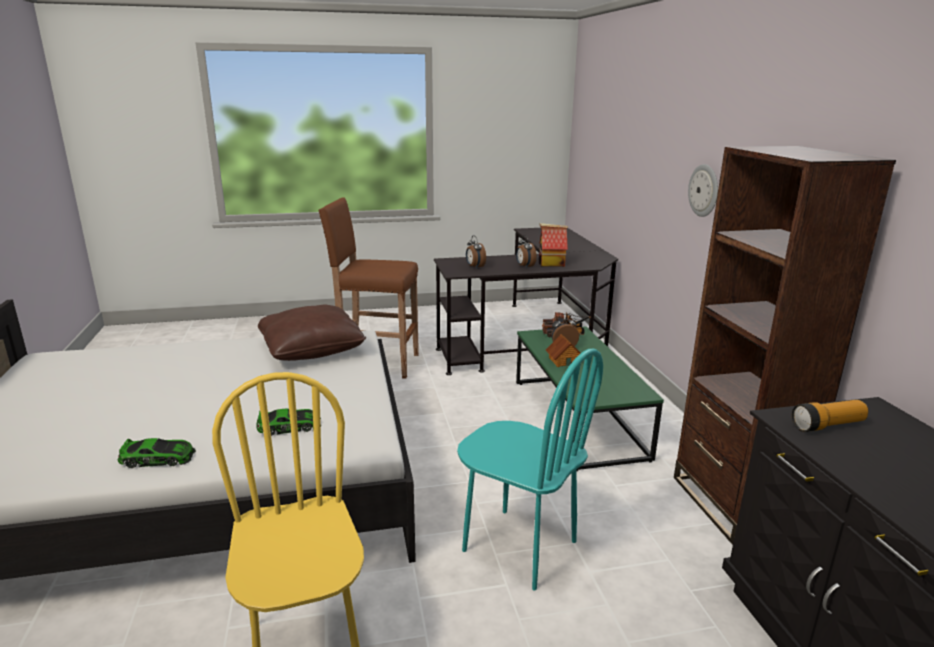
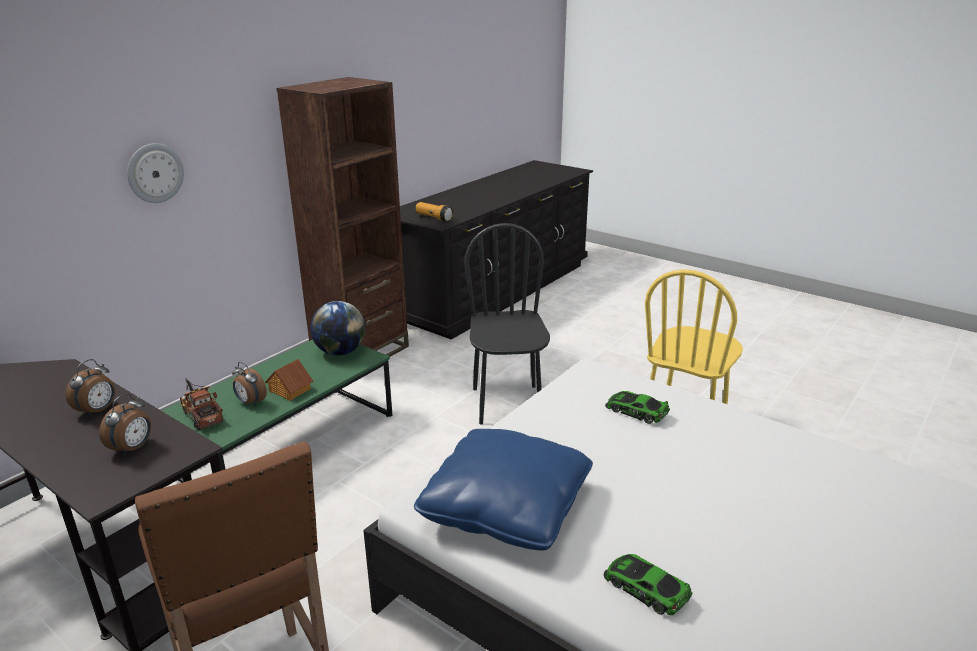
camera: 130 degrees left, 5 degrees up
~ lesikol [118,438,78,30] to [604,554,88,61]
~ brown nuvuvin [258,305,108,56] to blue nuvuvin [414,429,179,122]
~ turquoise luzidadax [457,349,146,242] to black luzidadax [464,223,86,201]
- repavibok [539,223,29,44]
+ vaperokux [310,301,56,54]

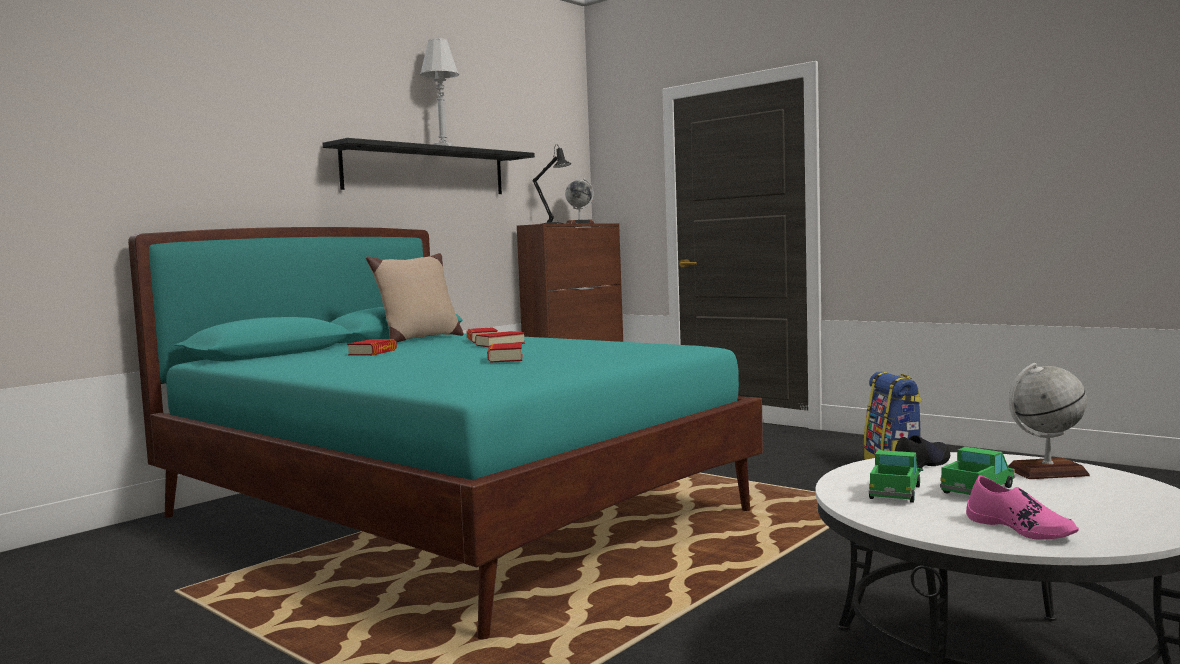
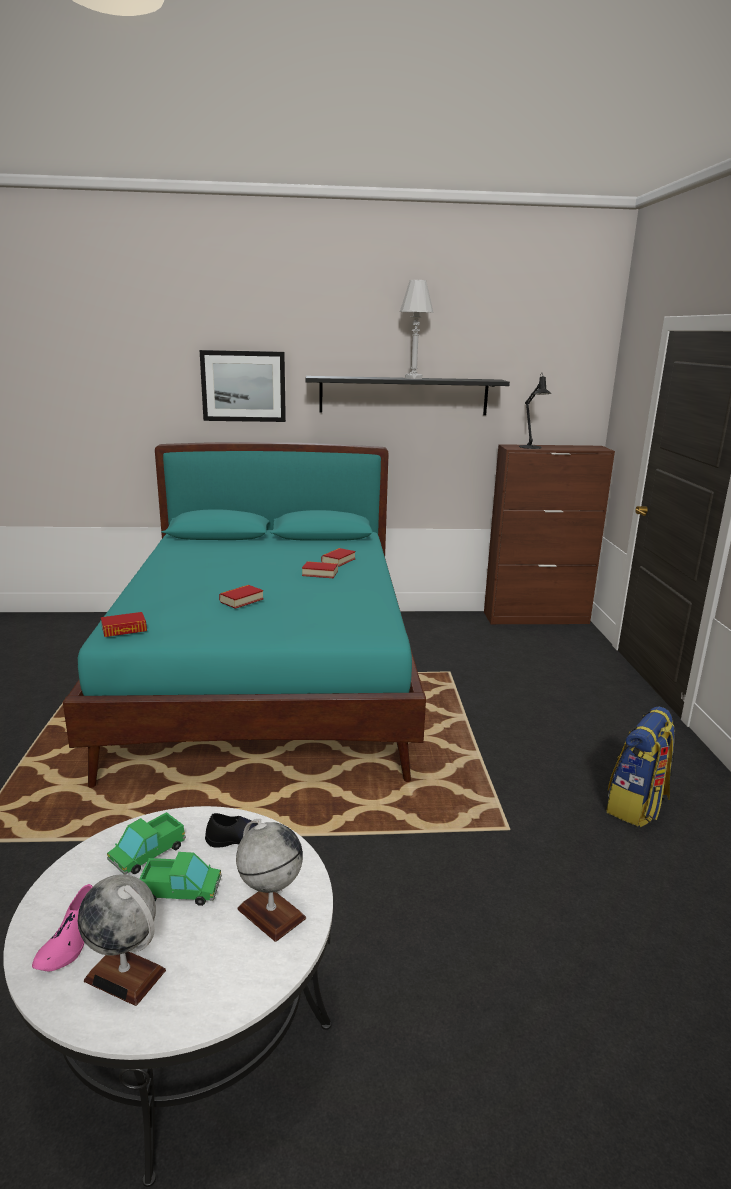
camera: 45 degrees right, 15 degrees up
~ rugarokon [347,339,50,17] to [101,612,46,25]
- beige nuvuvin [366,253,97,89]
~ vaperokux [565,178,29,46] to [78,874,88,132]
~ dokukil [869,450,54,53] = [107,812,79,63] 150 degrees clockwise
+ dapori [199,350,87,72]

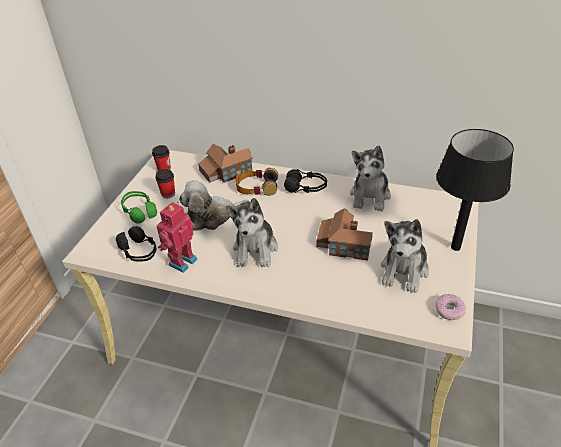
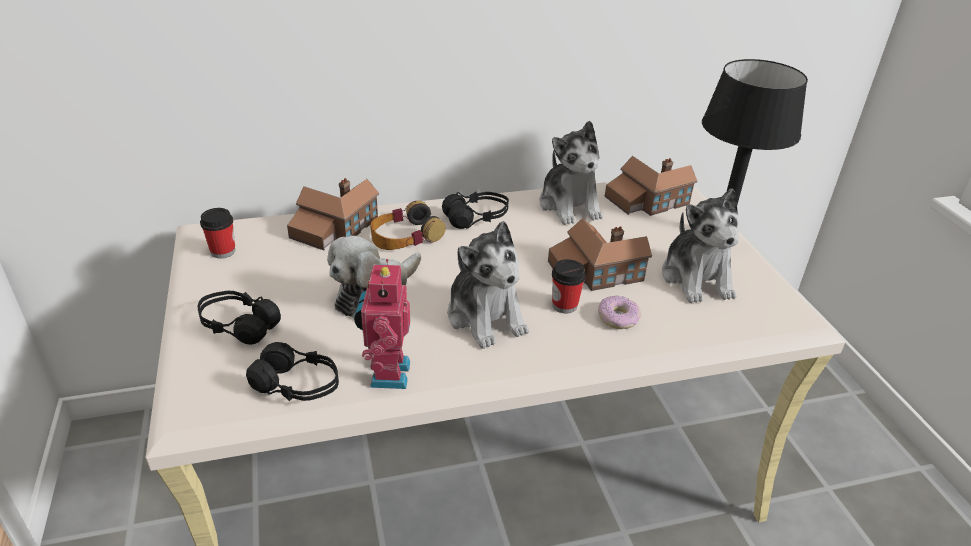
camera: 35 degrees left, 5 degrees down
~ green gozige [121,191,36,33] to black gozige [198,291,83,54]
~ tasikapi [155,169,20,29] to [552,259,34,54]
~ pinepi [436,294,30,26] to [598,296,43,33]
+ repavibok [605,156,92,60]

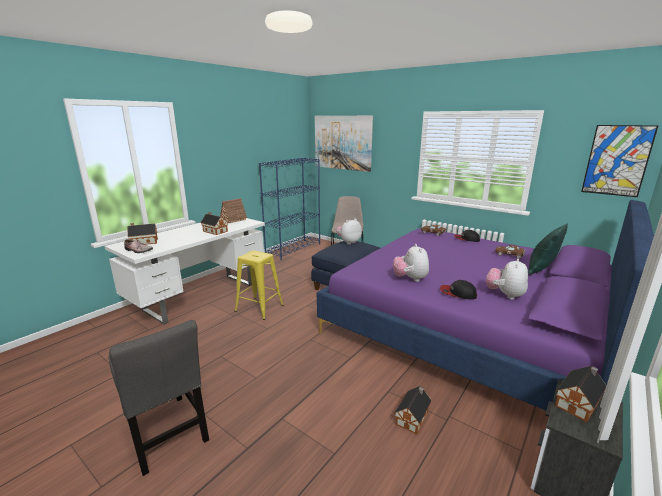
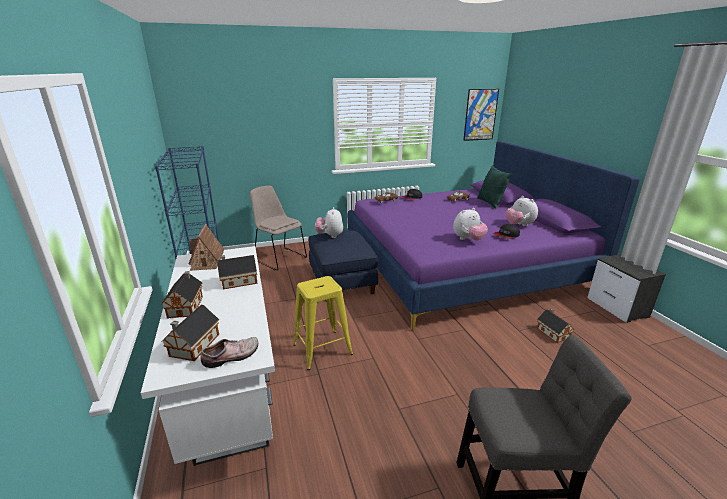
camera: 55 degrees left, 5 degrees up
- dapori [315,116,58,56]
~ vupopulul [393,244,36,38] = [453,208,35,33] 60 degrees counterclockwise
~ repavibok [555,366,52,56] to [161,271,42,47]

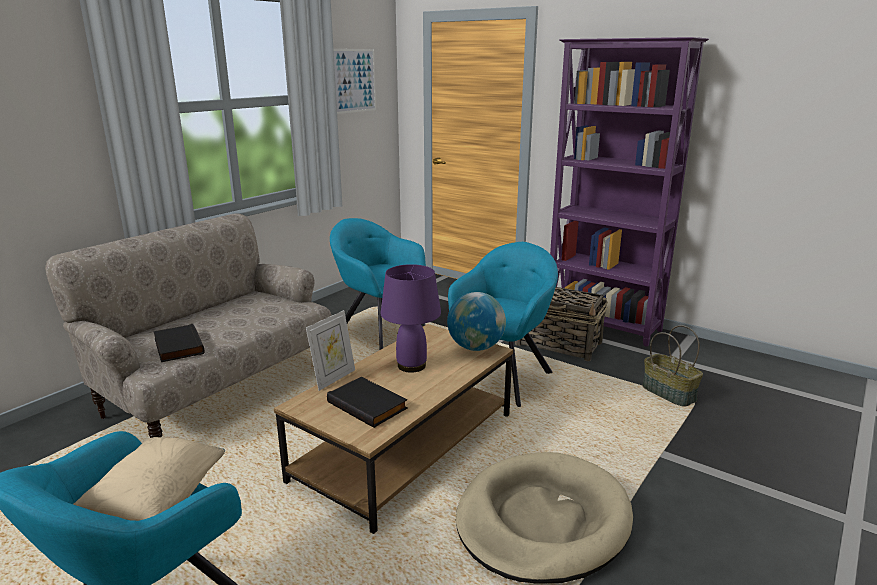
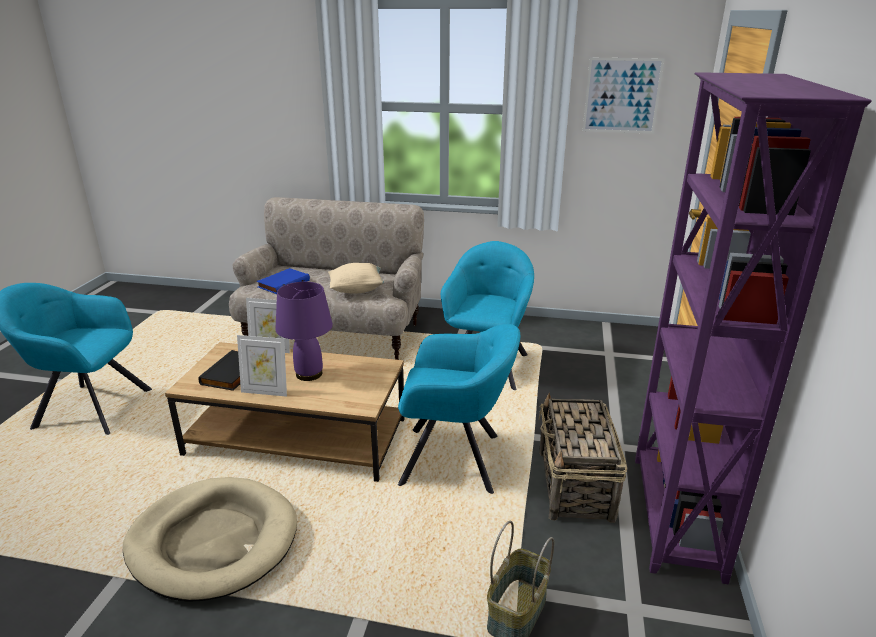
camera: 65 degrees right, 5 degrees up
~ beige nuvuvin [73,437,152,84] to [328,263,56,31]
~ black rugarokon [153,324,52,38] to blue rugarokon [257,268,53,26]
- vaperokux [447,292,59,59]
+ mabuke [237,335,50,62]

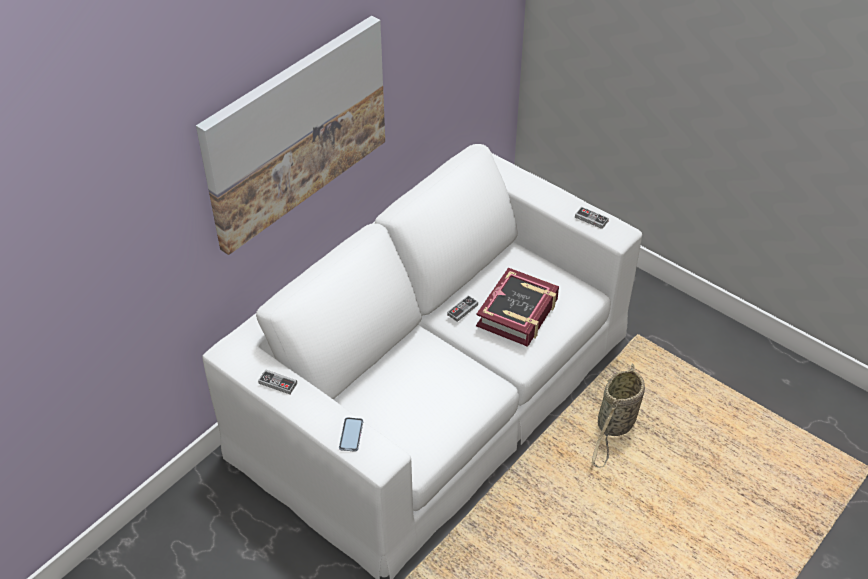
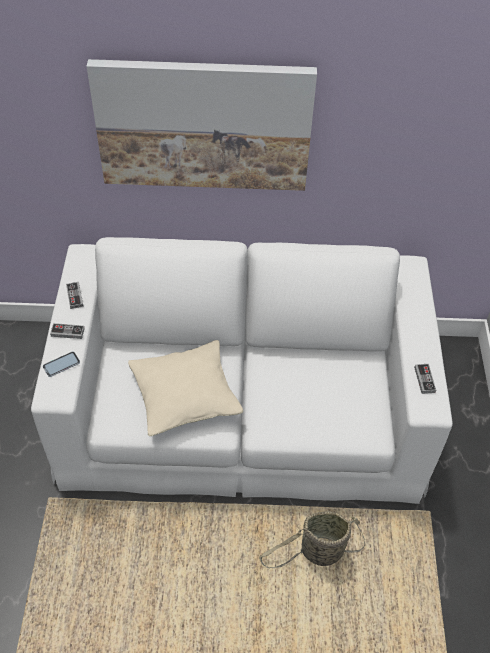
camera: 50 degrees right, 5 degrees up
~ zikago [447,295,31,27] to [50,323,35,16]
- rugarokon [476,268,83,79]
+ beige nuvuvin [128,340,115,96]

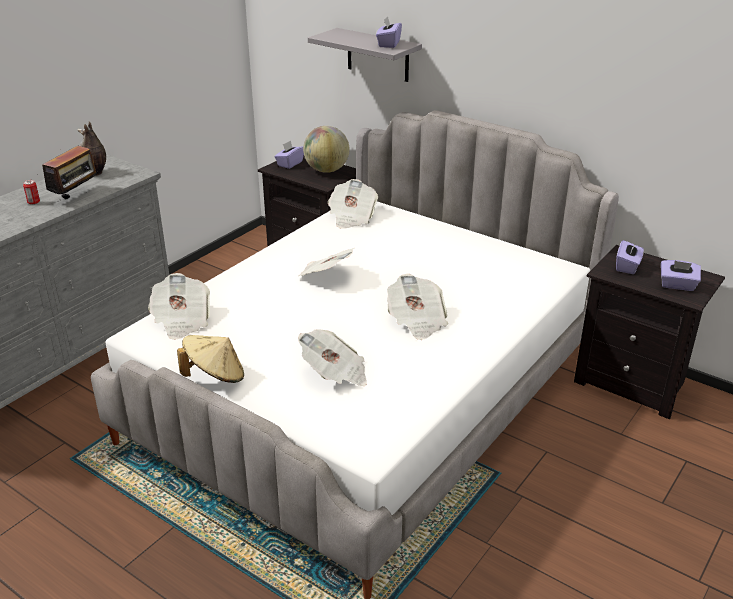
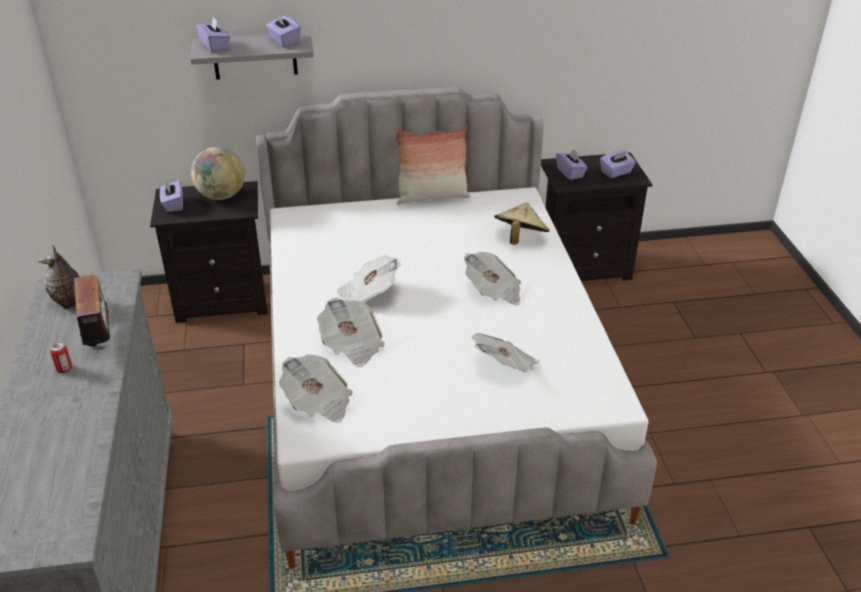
camera: 45 degrees left, 5 degrees up
~ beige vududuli [177,335,67,48] to [494,203,56,42]
~ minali [328,179,50,50] to [317,298,68,69]
+ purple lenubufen [196,17,34,36]
+ nuvuvin [397,126,73,79]

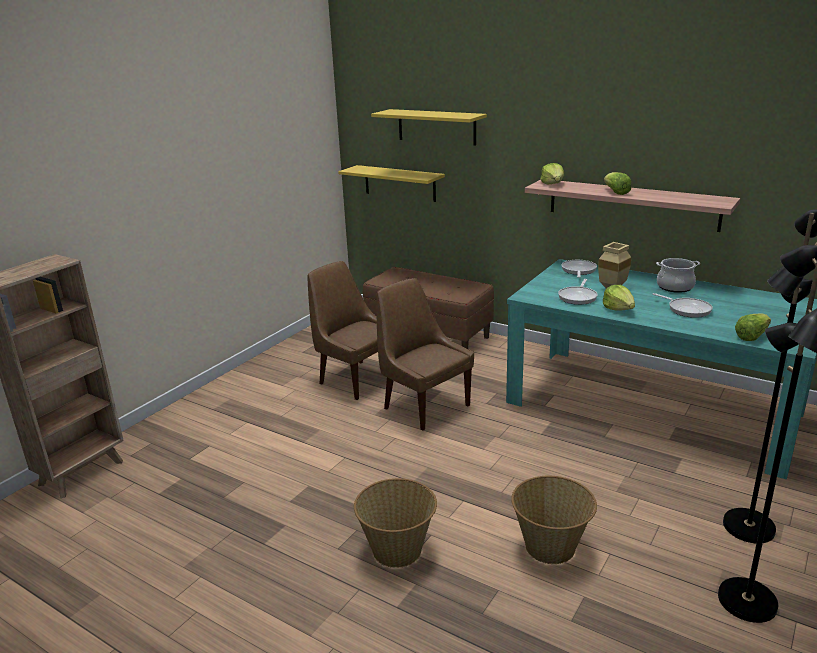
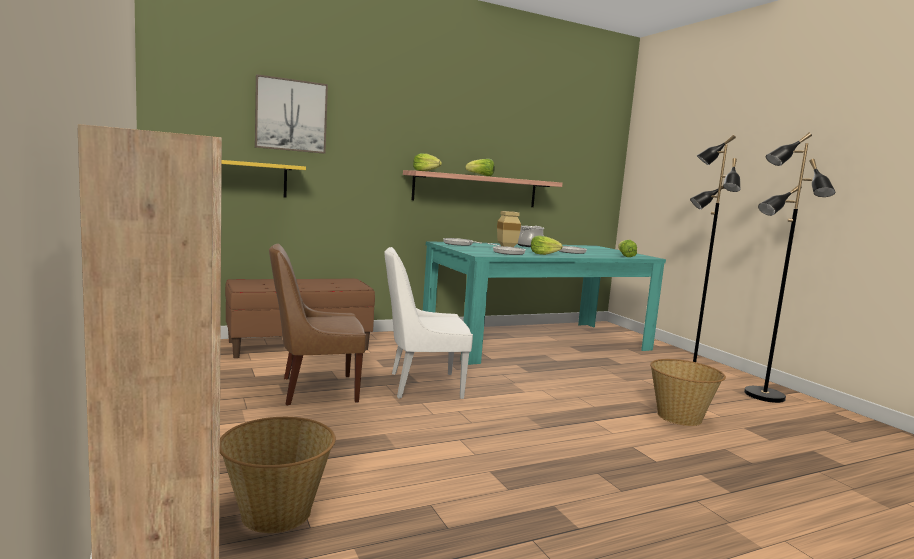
camera: 60 degrees left, 15 degrees down
~ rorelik [354,478,83,90] to [220,417,116,116]
~ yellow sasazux [371,109,116,37] to dapori [255,74,73,80]
~ brown luzidadax [376,278,98,152] to white luzidadax [384,247,89,152]

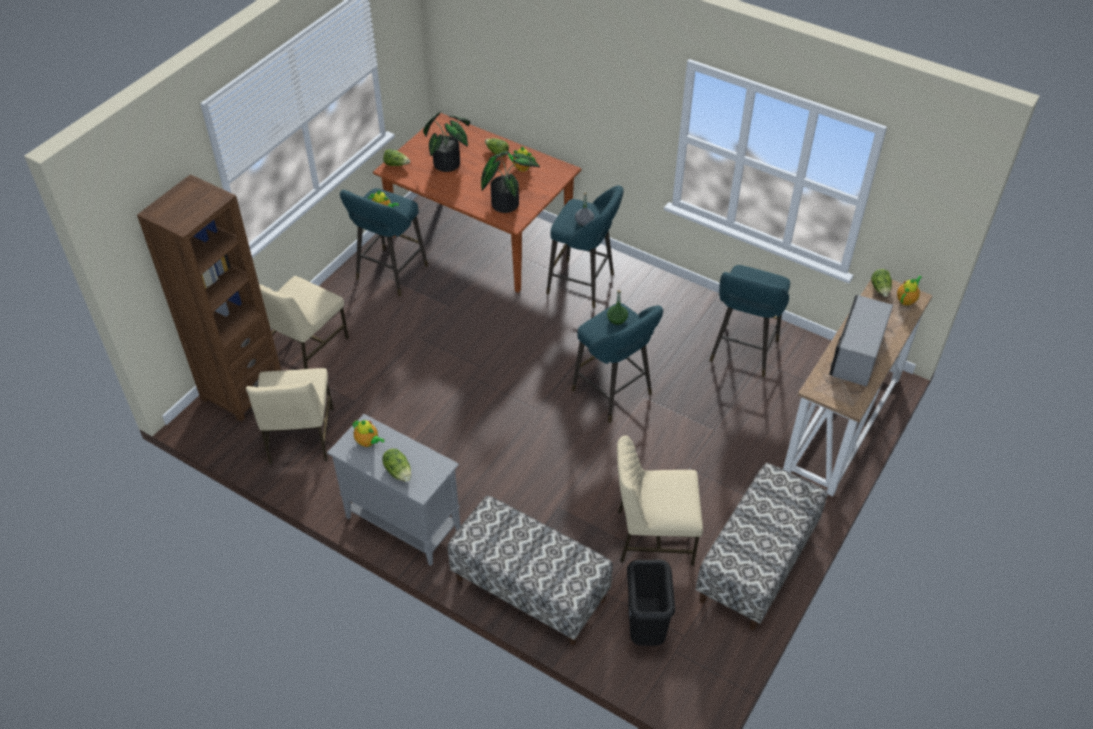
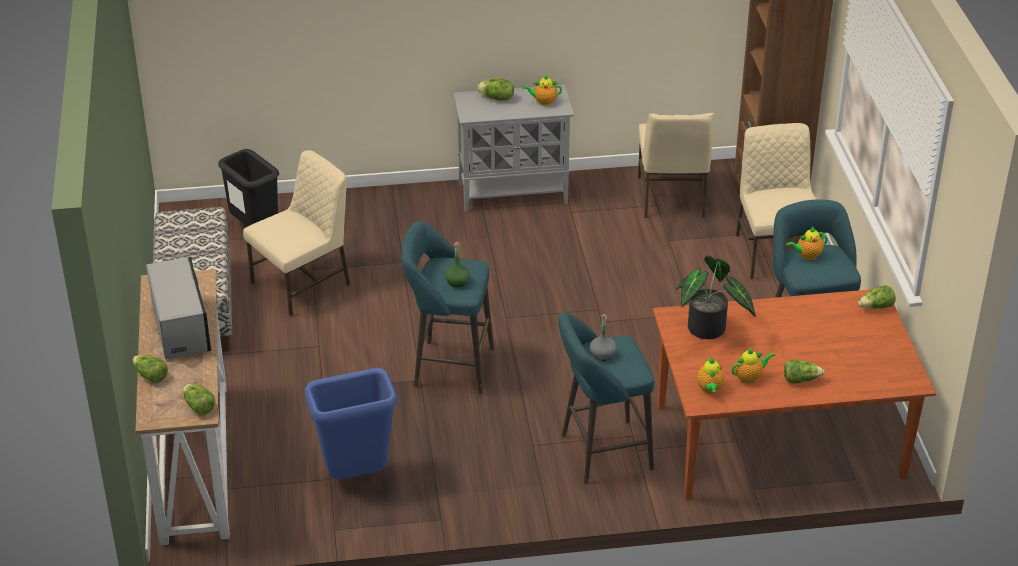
camera: 140 degrees right, 10 degrees down
~ beige luzidadax [246,368,88,97] = [638,113,76,105] 135 degrees counterclockwise
- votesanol [423,111,47,61]
- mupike [448,496,165,149]
~ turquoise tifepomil [709,265,81,112] to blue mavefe [304,368,94,112]
~ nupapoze [897,275,25,31] to [697,358,27,36]
+ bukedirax [133,355,35,28]

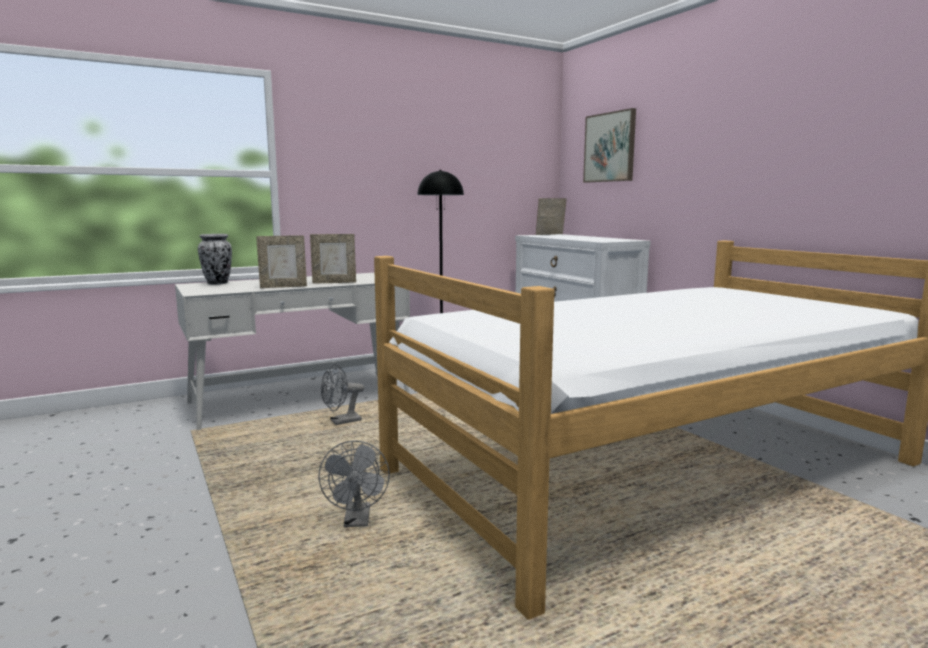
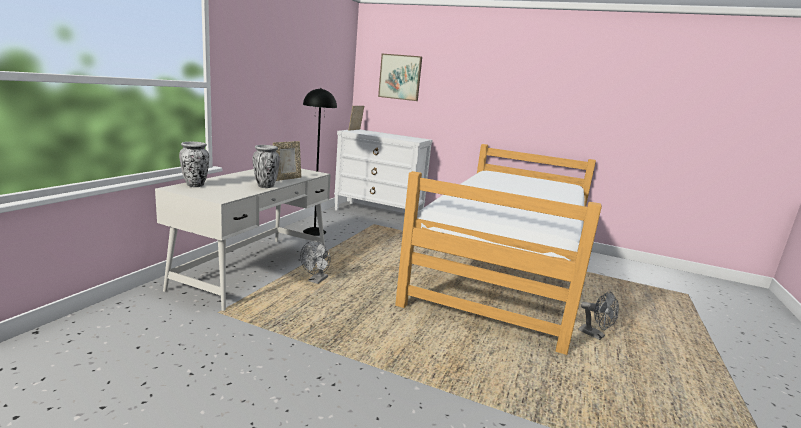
camera: 40 degrees left, 5 degrees up
~ mabuke [256,235,51,53] to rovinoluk [252,145,28,43]
~ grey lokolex [318,440,72,87] to [579,291,40,49]

